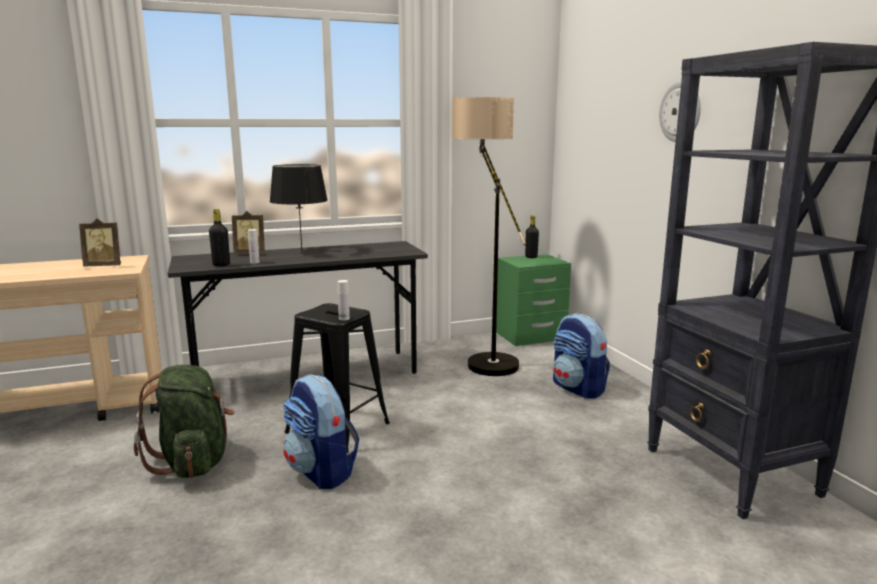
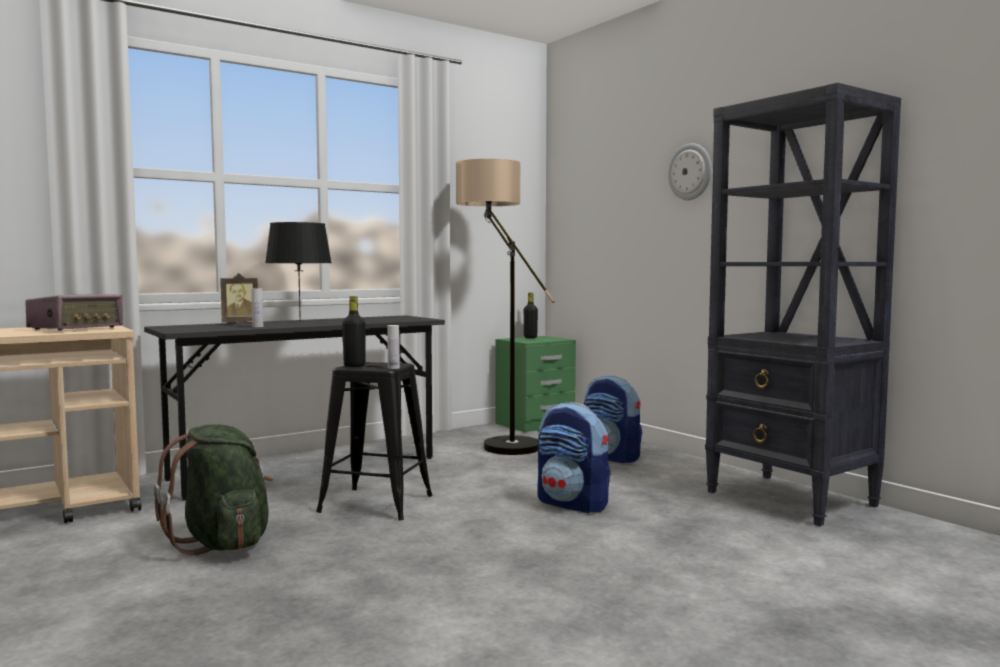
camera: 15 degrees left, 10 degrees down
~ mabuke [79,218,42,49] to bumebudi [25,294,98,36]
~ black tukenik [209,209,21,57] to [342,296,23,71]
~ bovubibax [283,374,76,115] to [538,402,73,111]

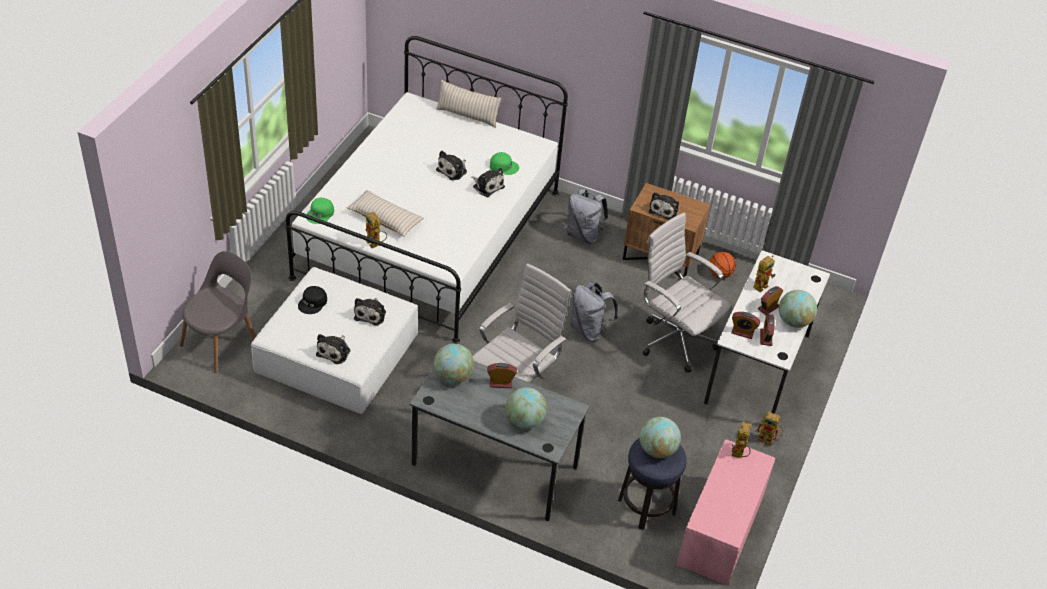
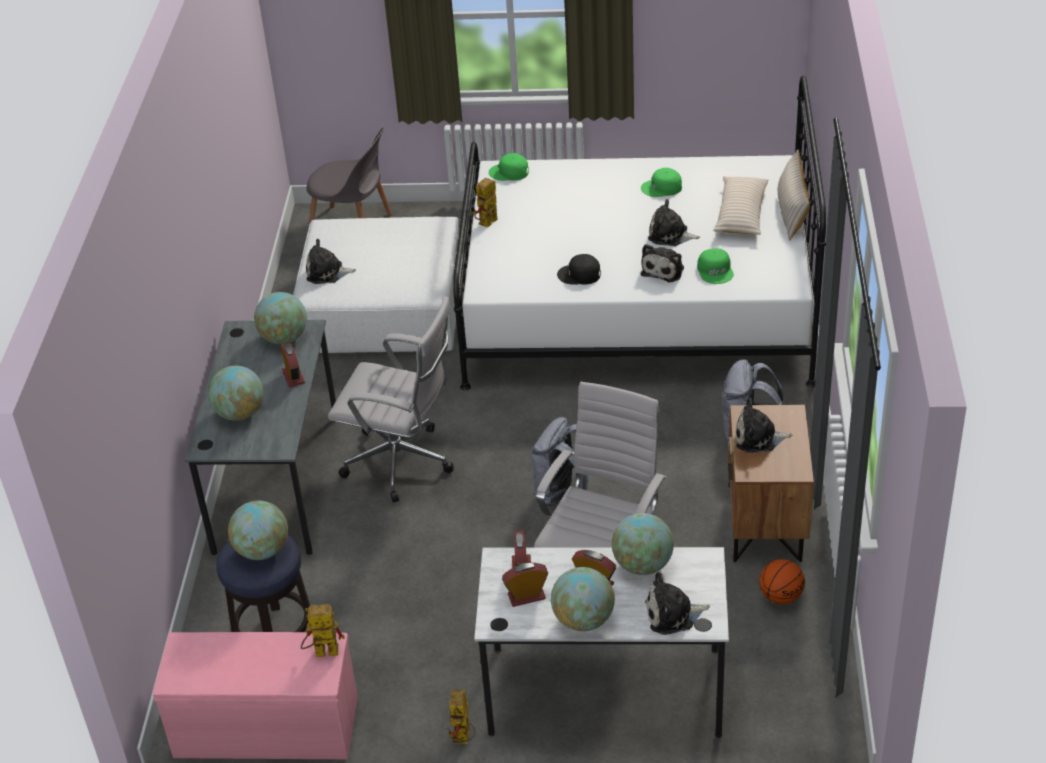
camera: 75 degrees right, 5 degrees down
~ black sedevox [298,286,29,28] to [557,254,44,30]
~ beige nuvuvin [346,190,78,47] to [713,176,55,59]
~ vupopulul [354,298,32,28] to [645,572,65,63]
~ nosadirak [753,255,23,37] to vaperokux [612,513,62,62]
+ green sedevox [641,168,41,29]

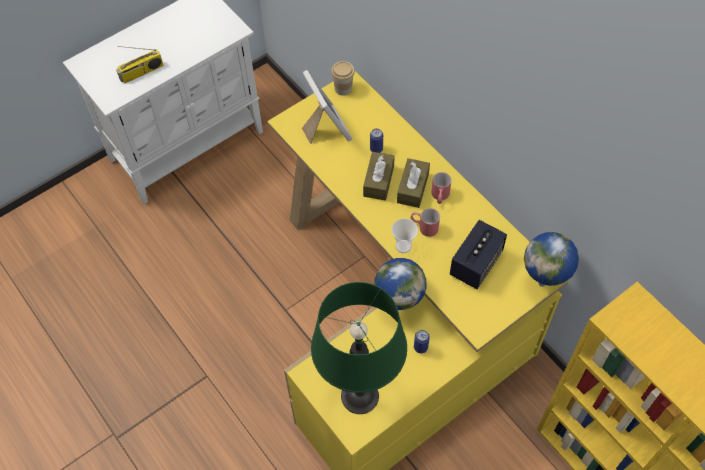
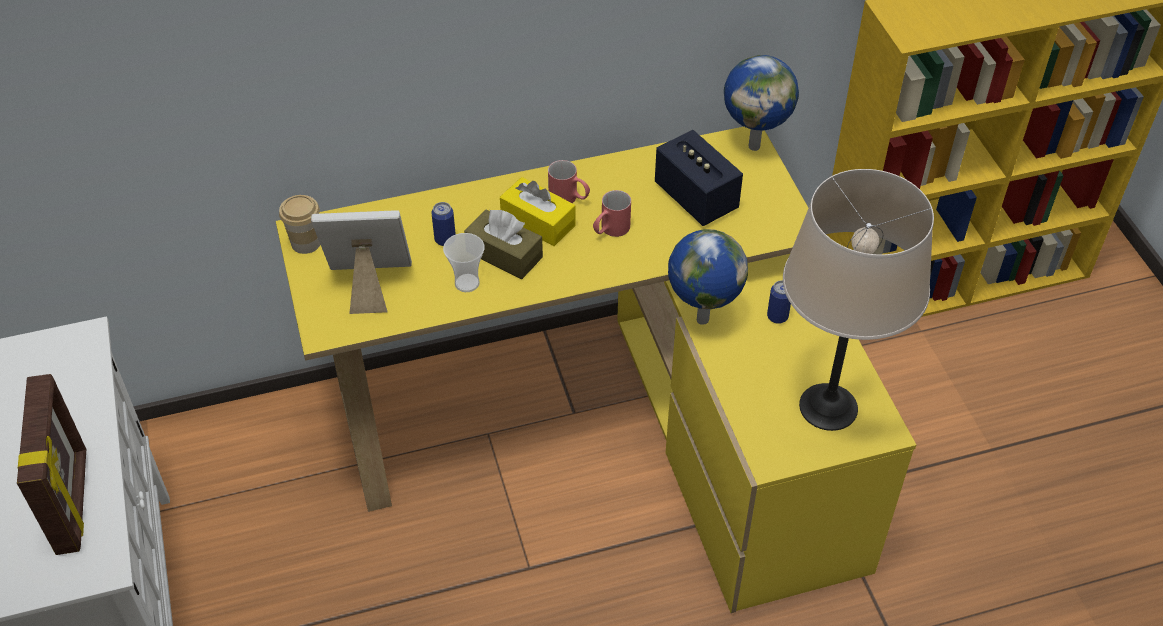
camera: 70 degrees left, 10 degrees down
~ bumebudi [116,46,48,37] to mabuke [17,374,69,181]
~ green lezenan [311,282,96,132] to beige lezenan [783,169,151,262]
~ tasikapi [392,218,26,35] to [443,233,42,59]
~ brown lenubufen [397,158,33,50] to yellow lenubufen [500,177,76,69]

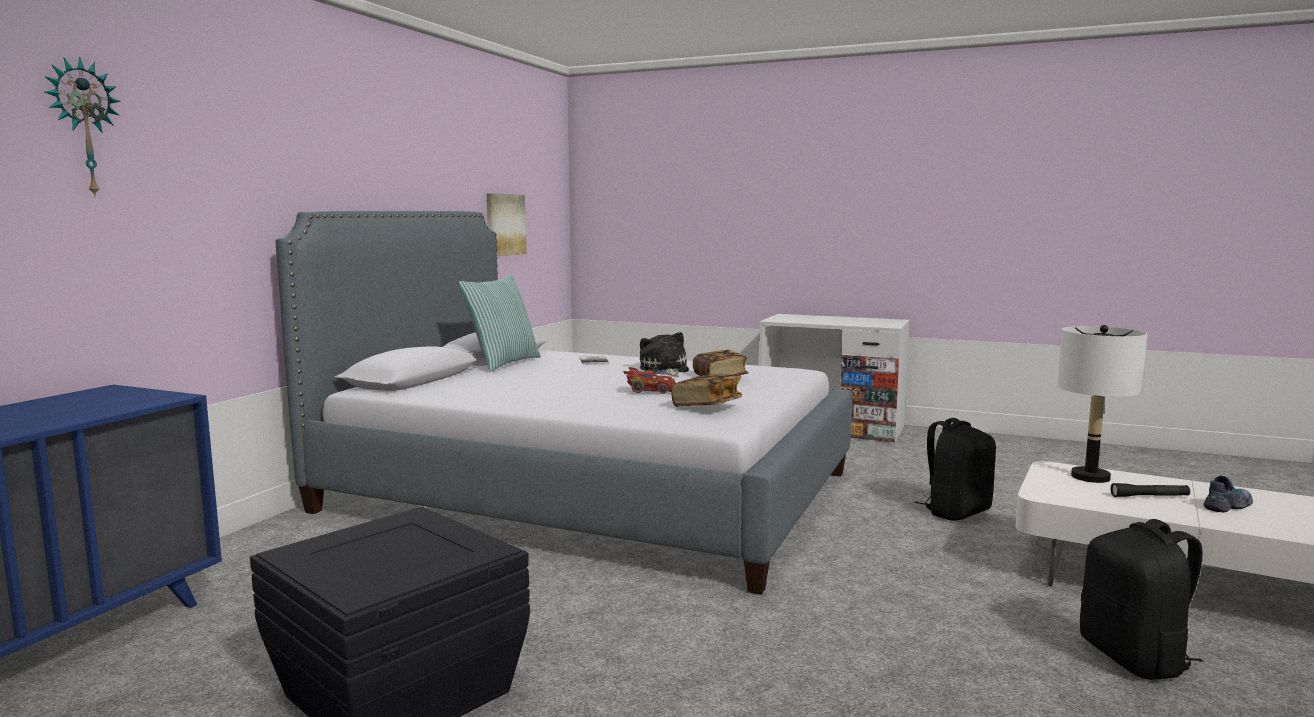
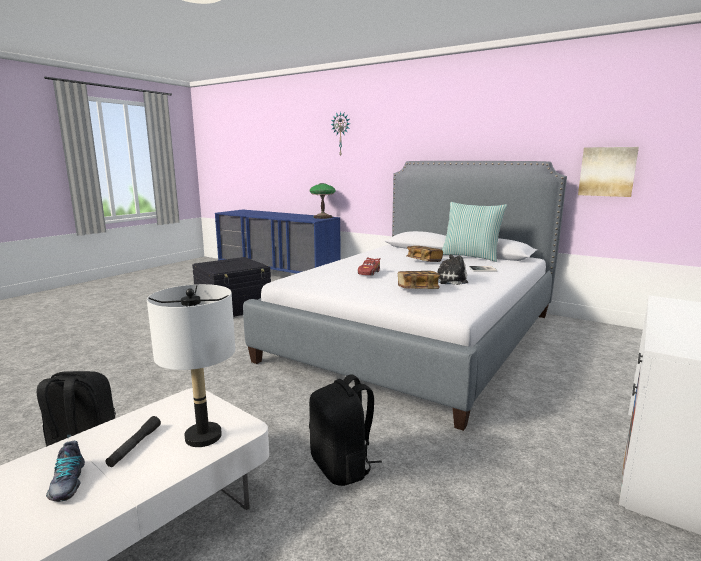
camera: 100 degrees right, 5 degrees up
~ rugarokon [671,374,71,33] to [406,246,37,16]
+ lezenan [310,183,26,36]

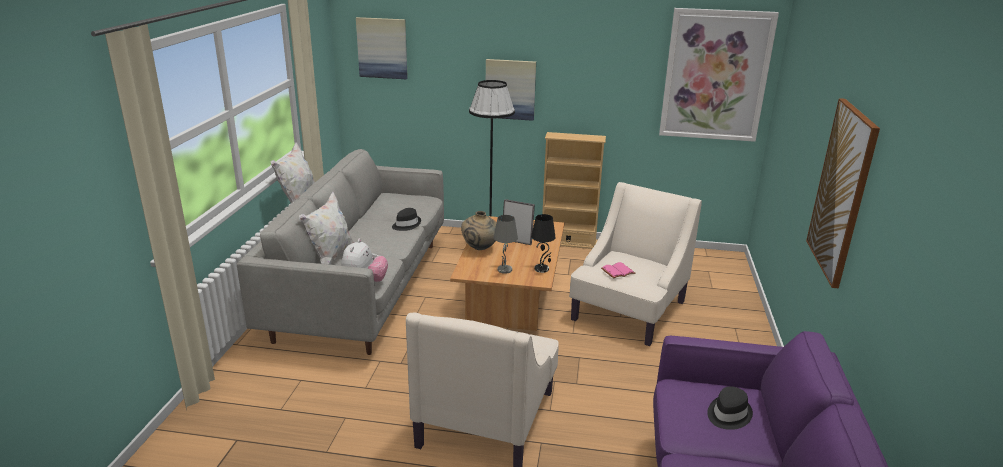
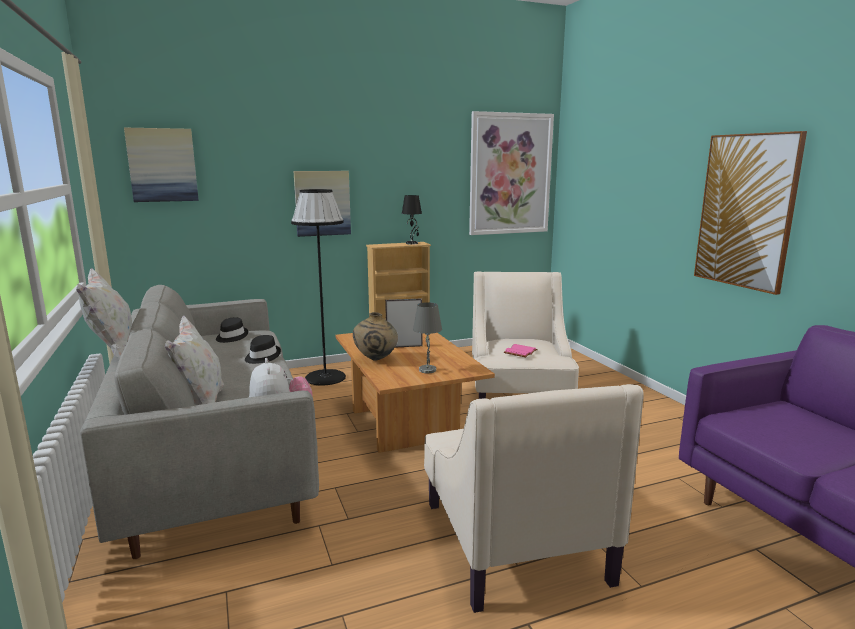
camera: 30 degrees left, 10 degrees down
~ black lezenan [531,214,25,59] to [402,195,20,49]
~ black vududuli [707,386,46,44] to [216,317,32,26]

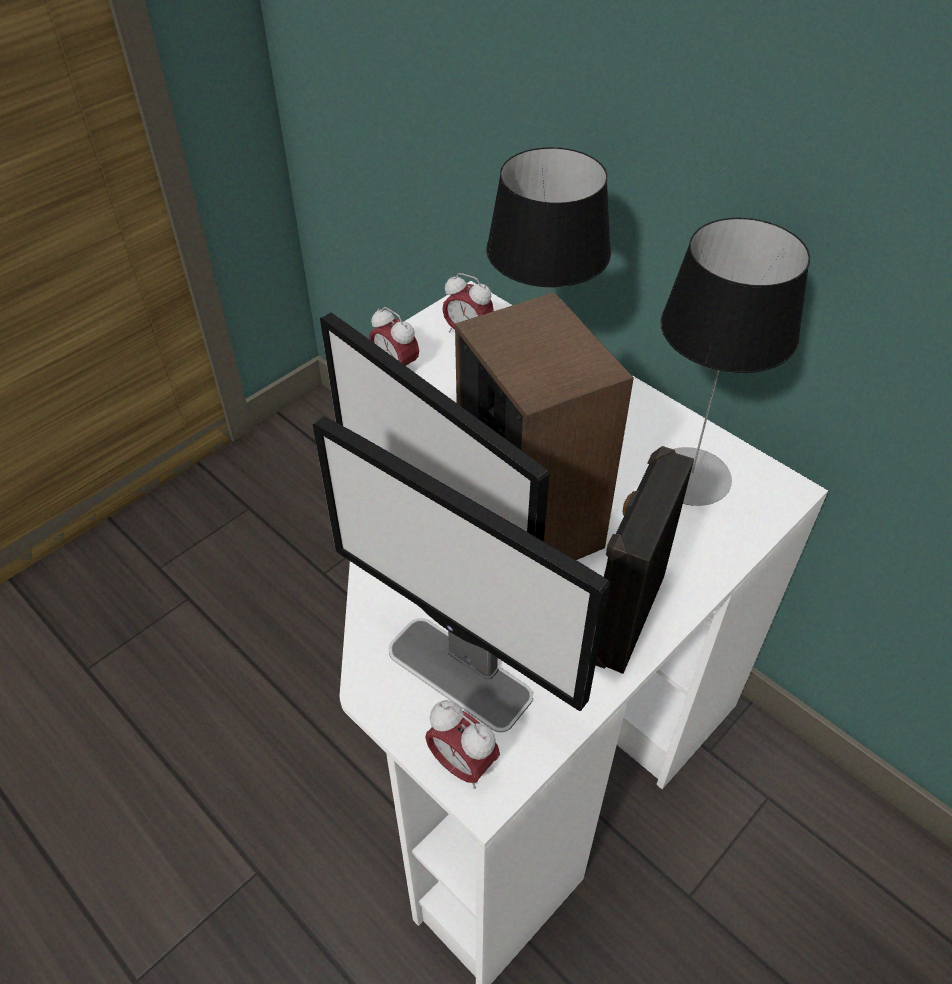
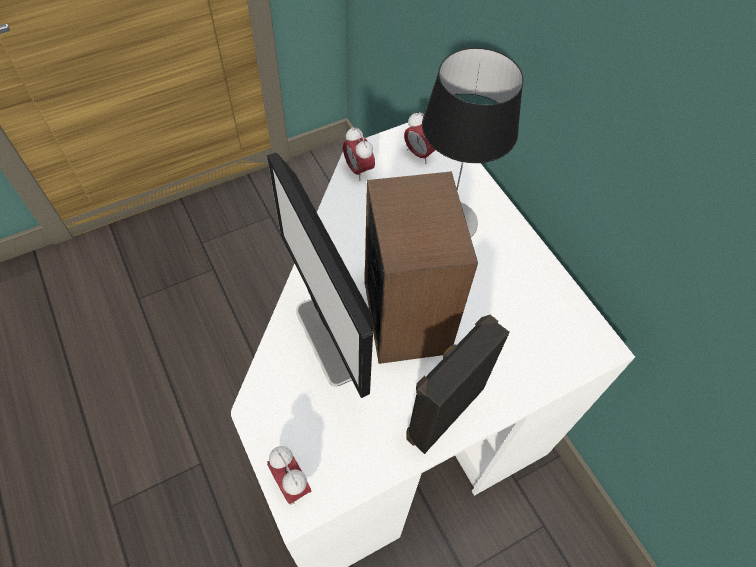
camera: 15 degrees right, 10 degrees up
- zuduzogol [313,416,297,316]
- lezenan [661,218,149,288]

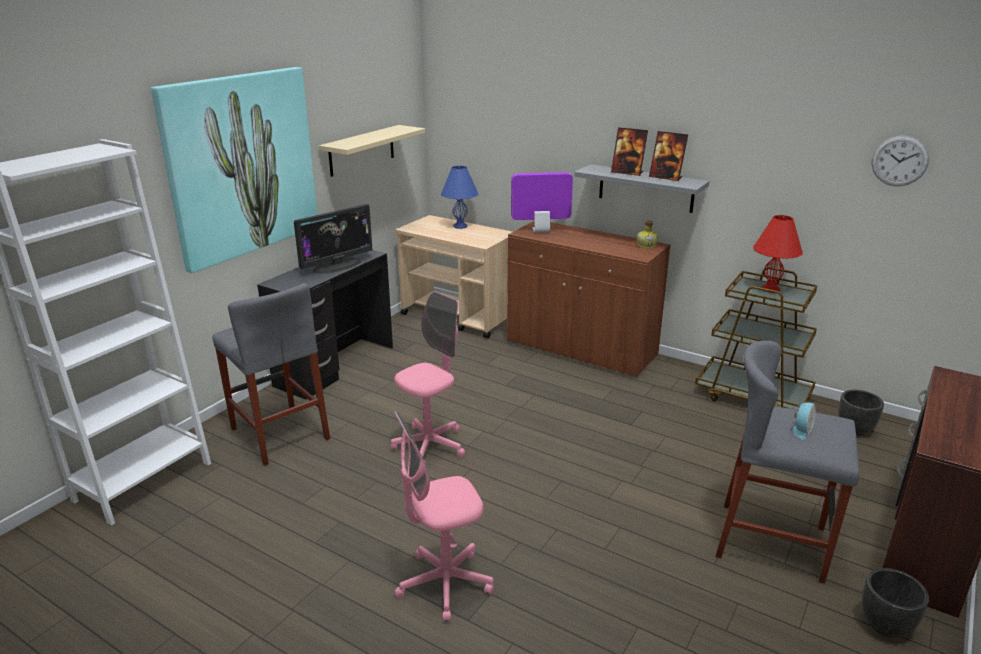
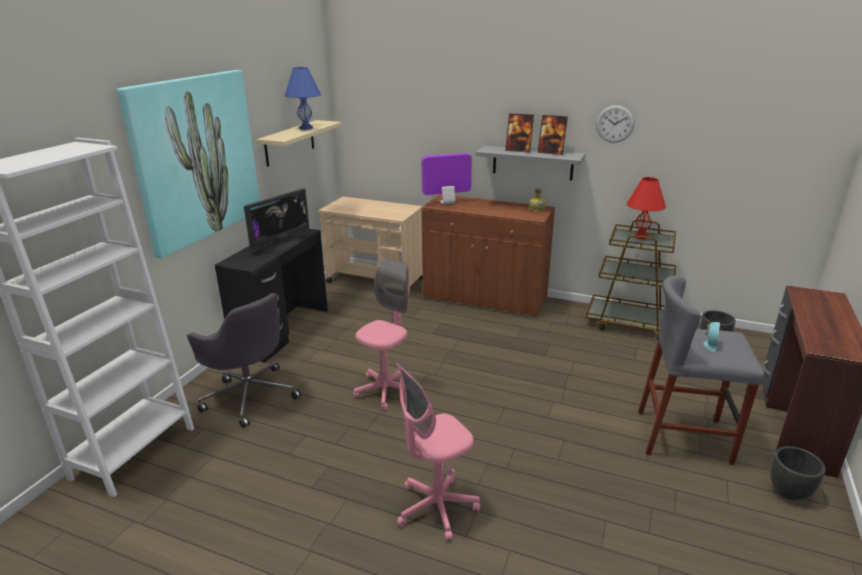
camera: 10 degrees left, 0 degrees up
~ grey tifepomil [212,283,118,183] to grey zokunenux [187,293,114,135]
~ blue lezenan [441,165,38,64] to [284,66,37,64]
~ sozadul [872,135,57,51] to [596,105,38,38]

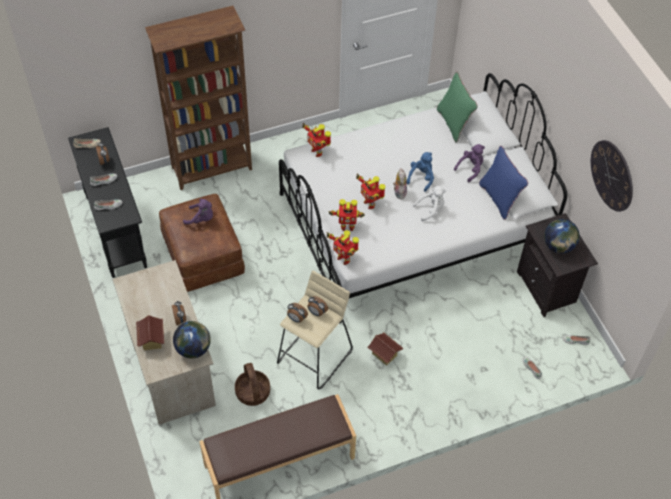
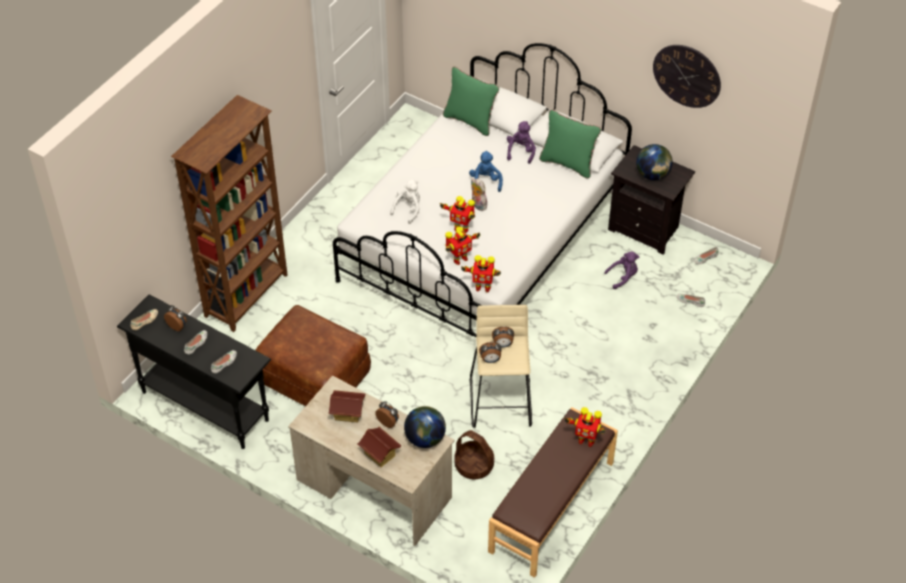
camera: 35 degrees left, 5 degrees down
~ purple vupopulul [183,198,30,27] to [604,251,35,38]
~ nosadirak [302,123,29,34] to [564,407,41,40]
~ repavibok [368,332,35,34] to [328,390,37,33]
~ white vupopulul [413,186,33,35] to [390,180,30,44]
~ blue nuvuvin [479,146,49,74] to green nuvuvin [539,109,62,70]

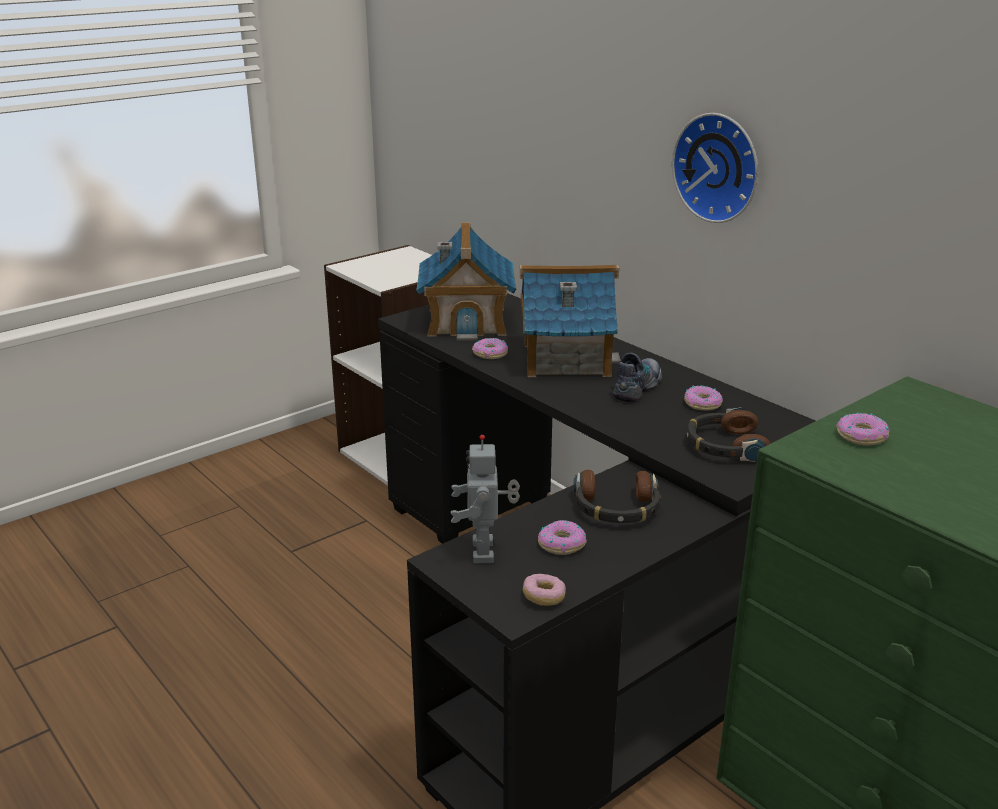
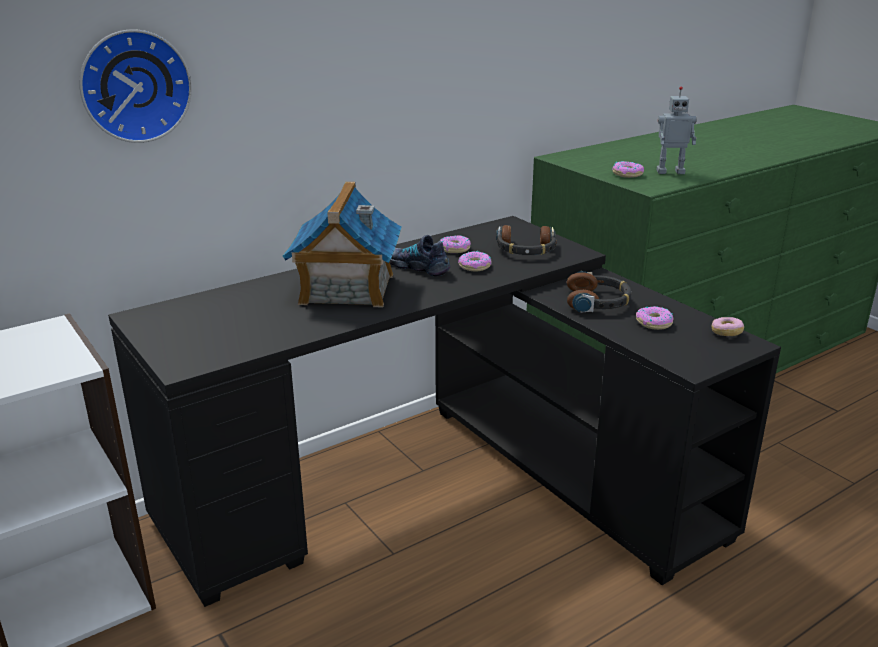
camera: 85 degrees left, 0 degrees up
- repavibok [416,222,100,119]
~ nosadirak [451,435,69,128] to [656,87,41,87]
~ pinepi [472,338,36,21] to [458,251,34,20]
~ sozadul [672,113,86,110] to [79,29,113,114]

